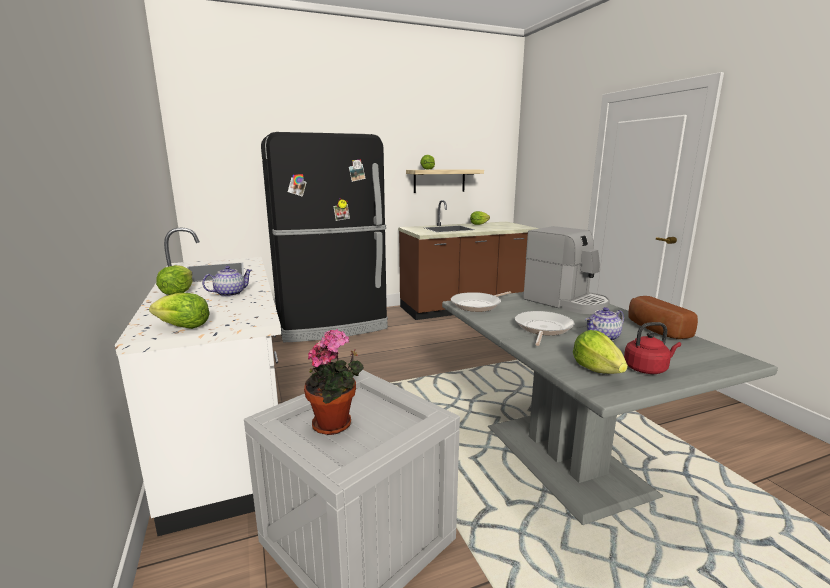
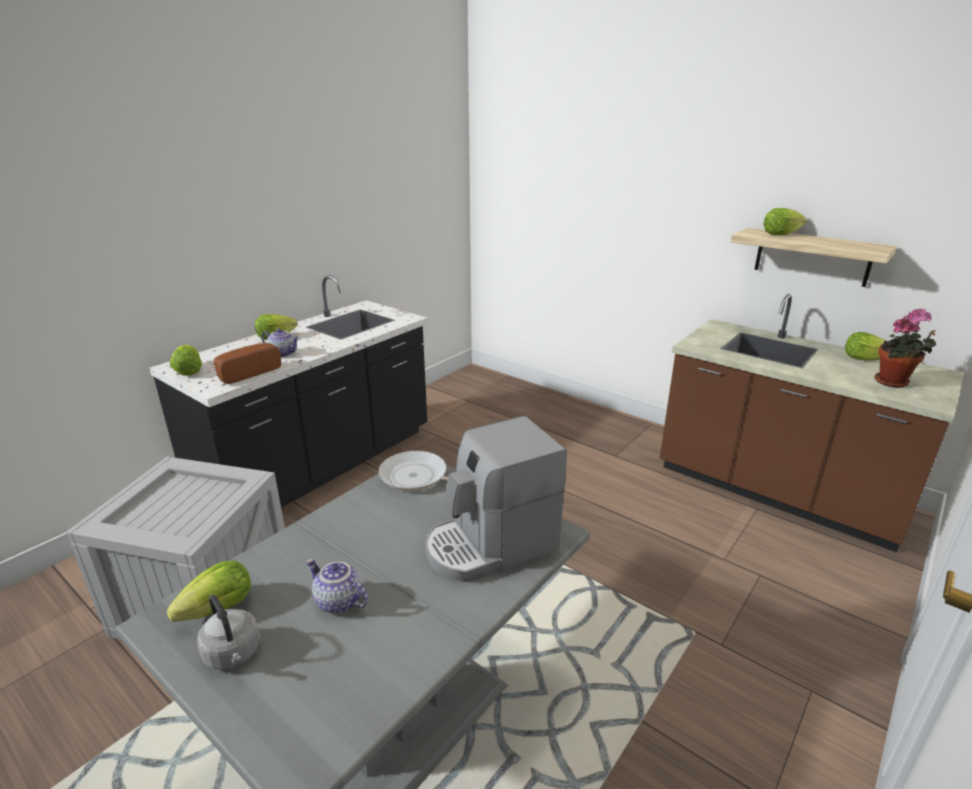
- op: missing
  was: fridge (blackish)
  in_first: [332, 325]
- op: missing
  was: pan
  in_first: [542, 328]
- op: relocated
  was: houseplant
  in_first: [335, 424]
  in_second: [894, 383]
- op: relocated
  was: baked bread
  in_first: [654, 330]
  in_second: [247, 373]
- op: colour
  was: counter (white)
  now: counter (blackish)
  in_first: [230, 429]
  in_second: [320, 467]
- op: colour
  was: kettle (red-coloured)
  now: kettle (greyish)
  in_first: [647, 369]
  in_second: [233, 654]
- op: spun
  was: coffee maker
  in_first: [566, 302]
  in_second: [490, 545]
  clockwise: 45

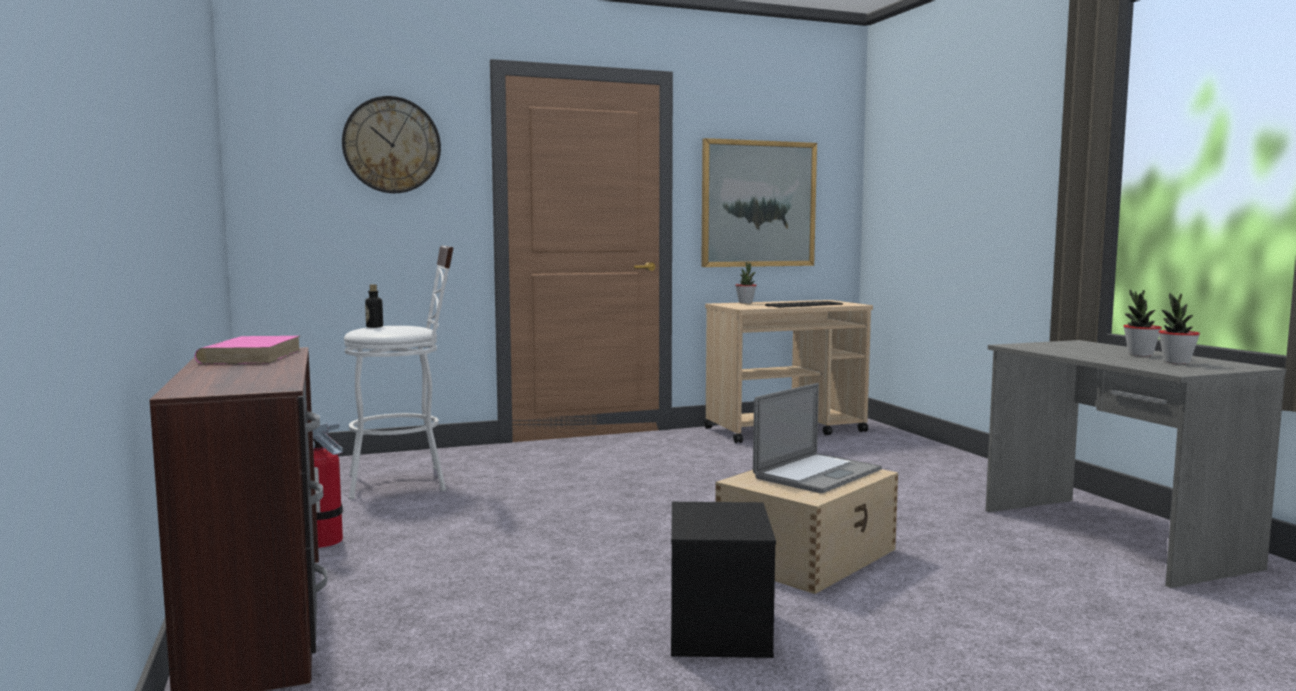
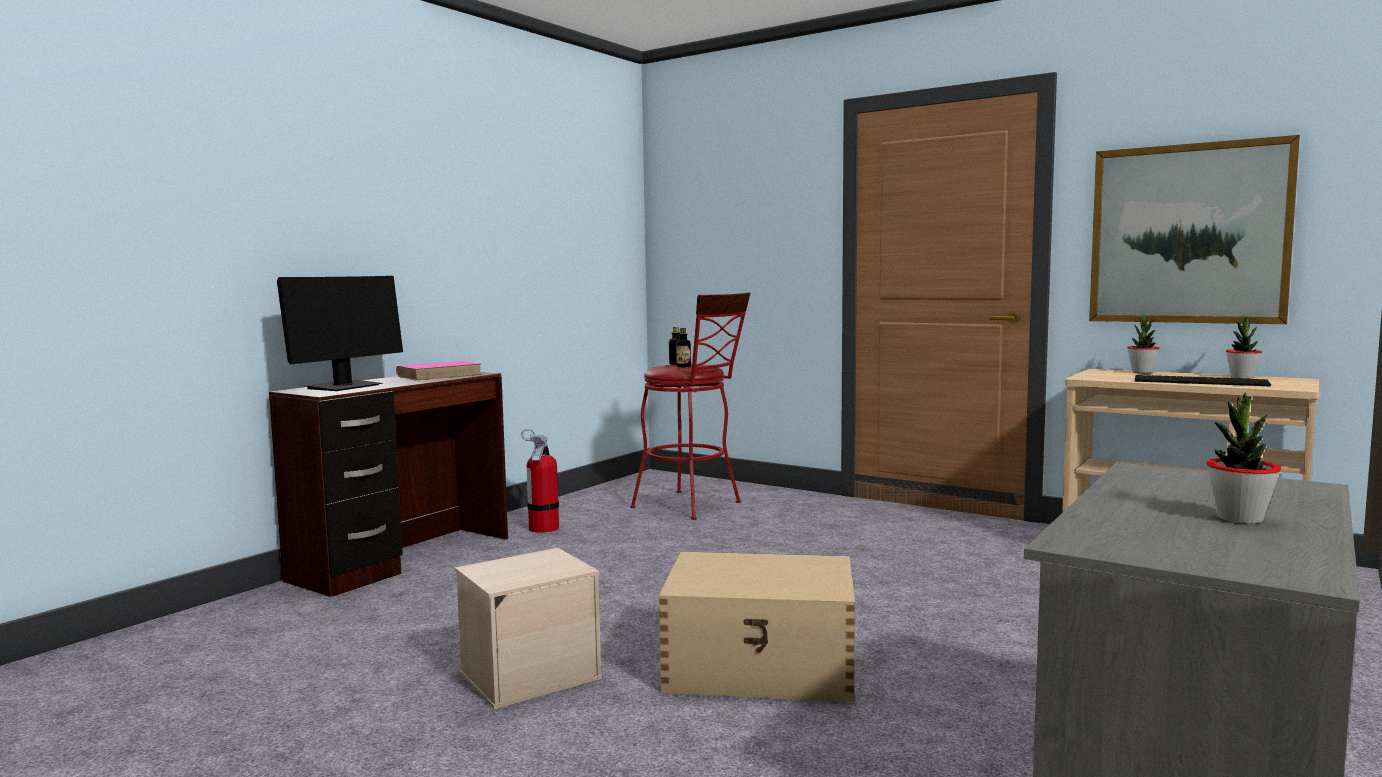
- op: missing
  was: hanging clock
  in_first: [391, 145]
- op: missing
  was: notebook computer
  in_first: [817, 474]
- op: appeared
  now: monitor
  in_second: [344, 387]
- op: appeared
  now: drink bottle
  in_second: [683, 366]
- op: relocated
  was: houseplant
  in_first: [1176, 362]
  in_second: [1242, 377]
- op: colour
  was: stool seat (white)
  now: stool seat (red-coloured)
  in_first: [407, 481]
  in_second: [693, 506]
- op: colour
  was: storage bin (blackish)
  now: storage bin (beige)
  in_first: [717, 628]
  in_second: [531, 674]

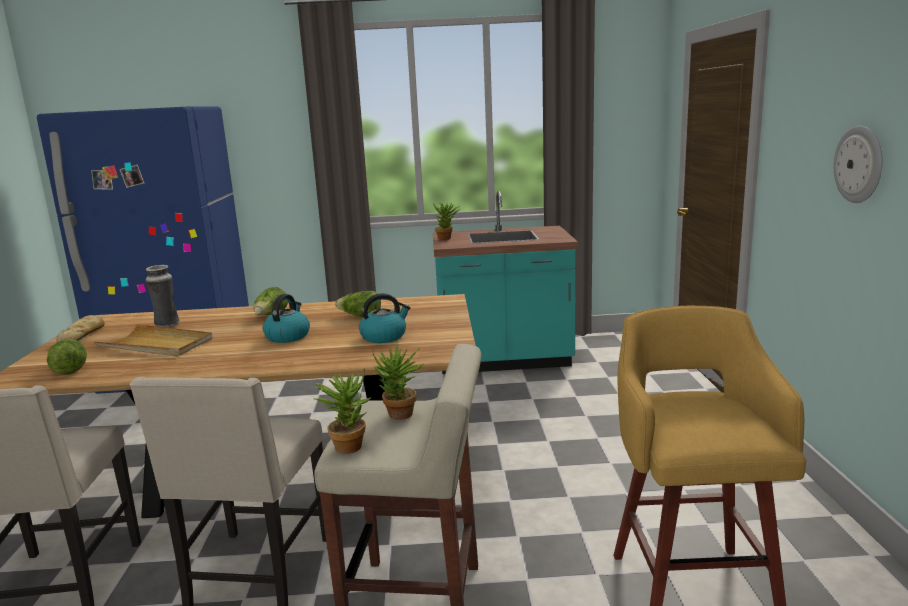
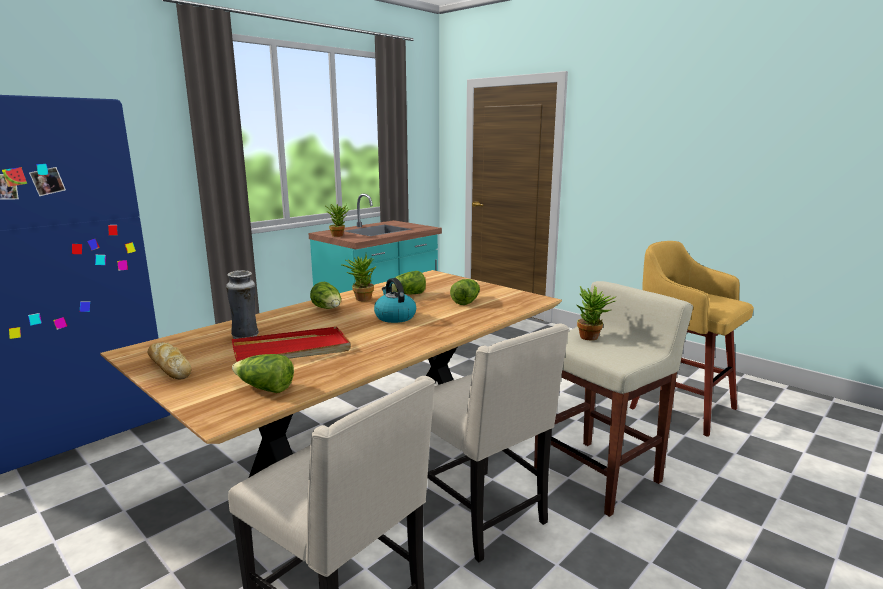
- op: missing
  was: hanging clock
  in_first: [859, 164]
- op: relocated
  was: houseplant
  in_first: [348, 444]
  in_second: [361, 298]
- op: exchanged
  was: kettle
  now: lettuce head
  in_first: [384, 336]
  in_second: [466, 301]
- op: colour
  was: serving tray (beige)
  now: serving tray (red-coloured)
  in_first: [156, 345]
  in_second: [292, 350]

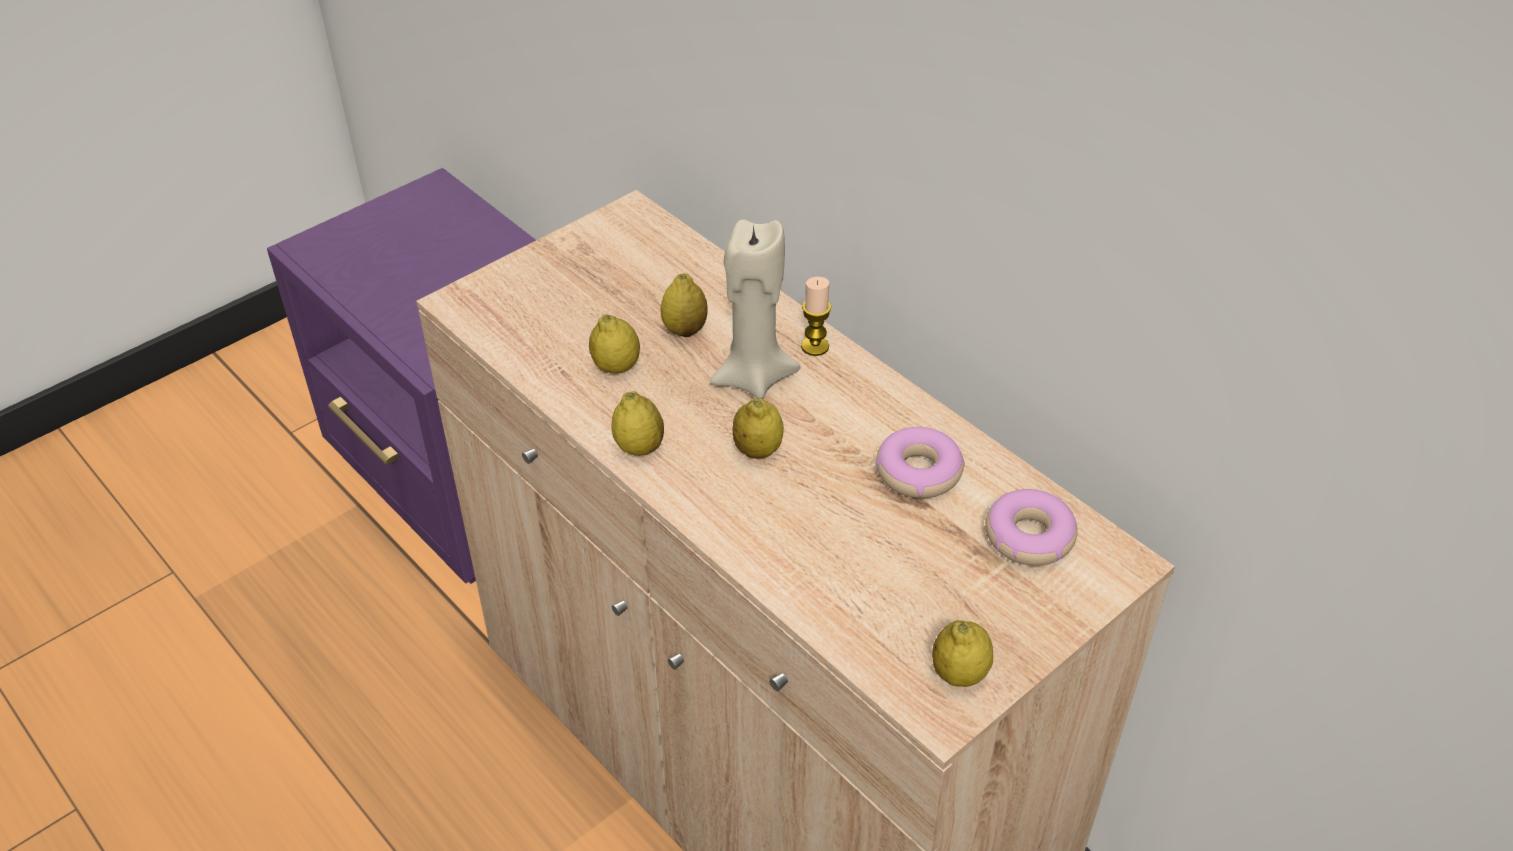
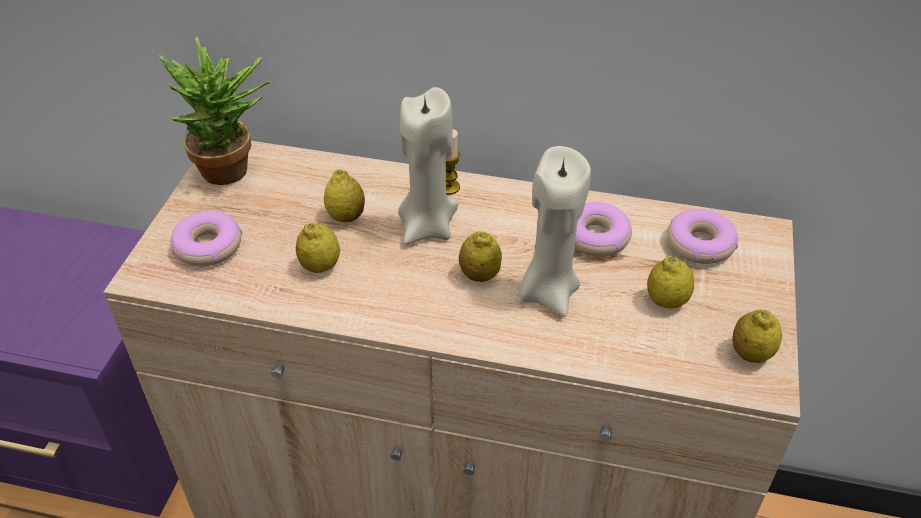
- op: appeared
  now: houseplant
  in_second: [234, 172]
- op: appeared
  now: doughnut
  in_second: [208, 246]
- op: appeared
  now: wax candle (beige)
  in_second: [547, 292]
- op: relocated
  was: citrus fruit
  in_first: [639, 447]
  in_second: [666, 301]

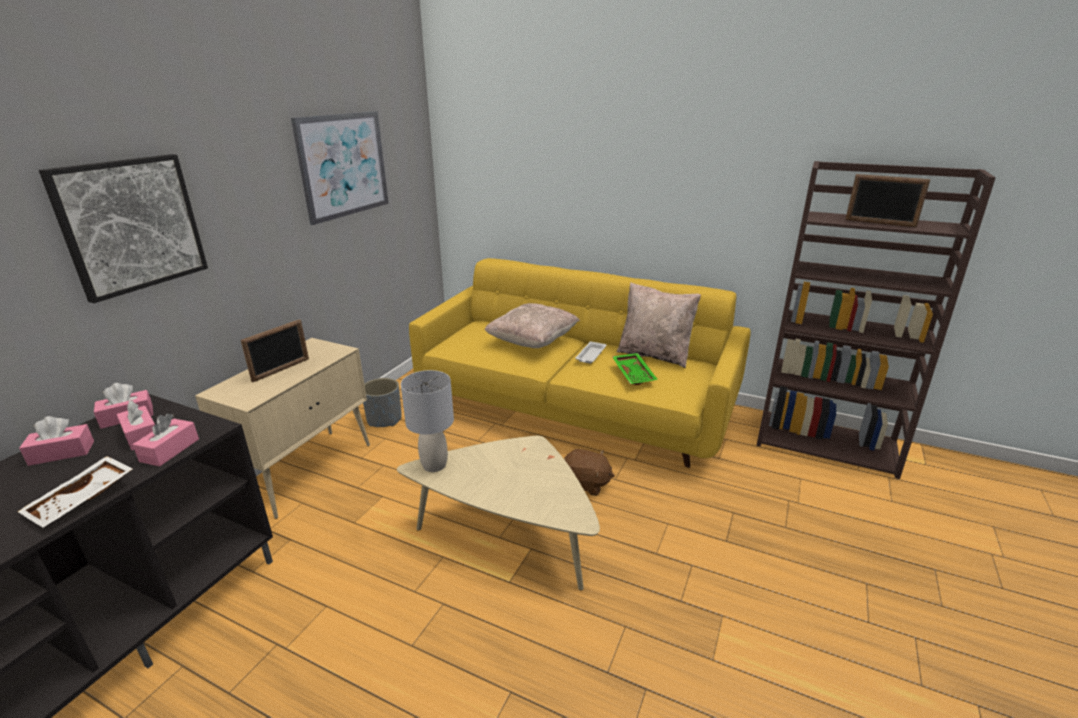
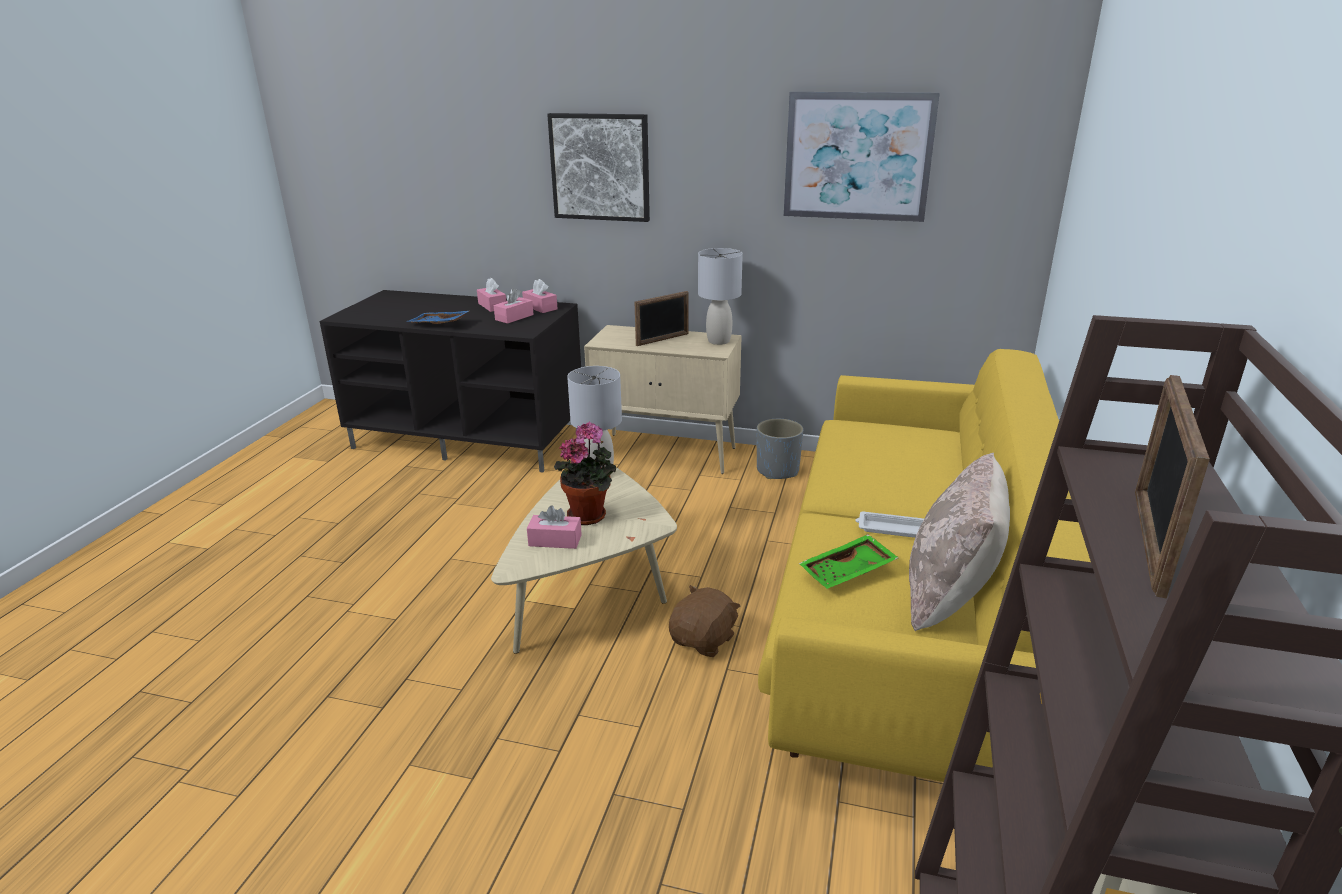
- op: missing
  was: cushion (beige)
  in_first: [532, 342]
- op: appeared
  now: houseplant
  in_second: [590, 515]
- op: appeared
  now: lamp for a table (greyish)
  in_second: [719, 341]
- op: relocated
  was: tissue holder (pink-coloured)
  in_first: [170, 450]
  in_second: [555, 540]
- op: colour
  was: serving tray (white)
  now: serving tray (blue)
  in_first: [83, 500]
  in_second: [438, 324]
- op: spun
  was: standing frame
  in_first: [281, 370]
  in_second: [662, 339]
  clockwise: -60
- op: spun
  was: soft toy (brown)
  in_first: [585, 484]
  in_second: [704, 640]
  clockwise: -150

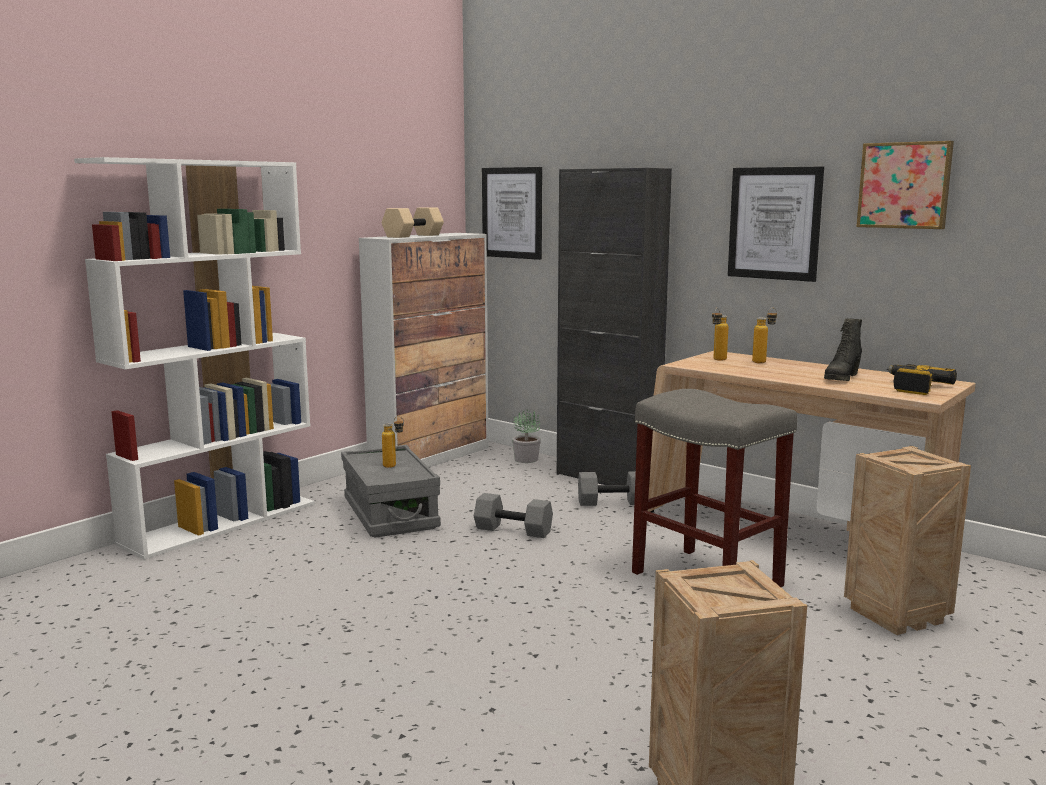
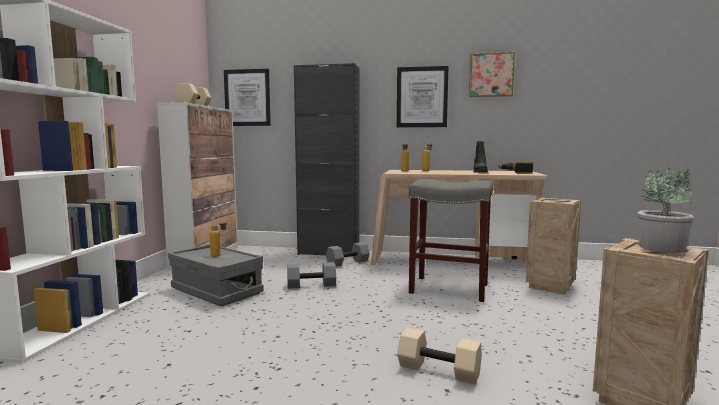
- op: appeared
  now: dumbbell (beige)
  in_second: [440, 370]
- op: relocated
  was: houseplant
  in_first: [527, 459]
  in_second: [661, 248]

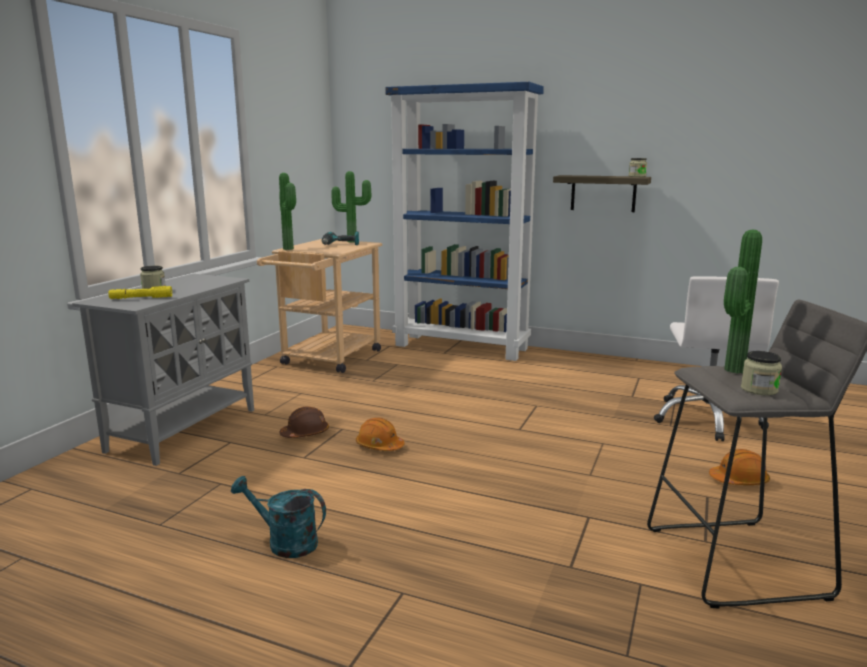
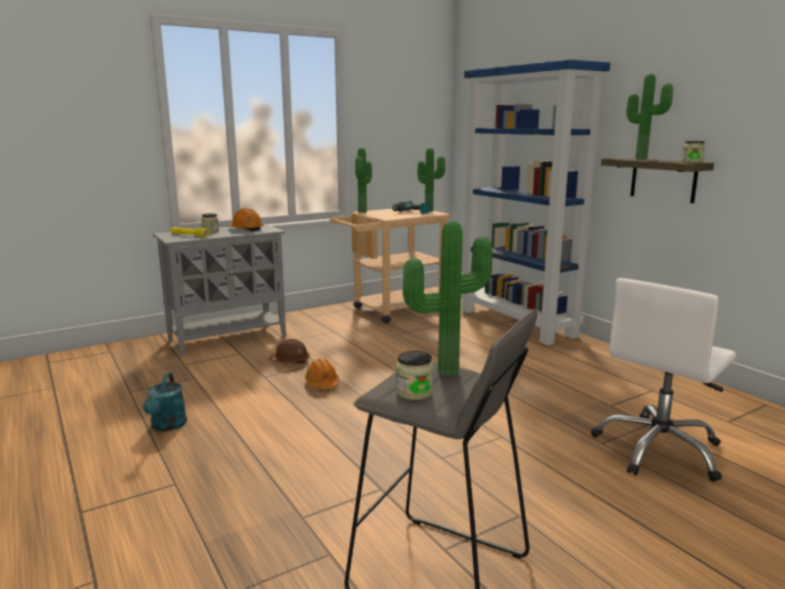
- op: appeared
  now: houseplant
  in_second: [642, 159]
- op: relocated
  was: work helmet (orange-coloured)
  in_first: [739, 480]
  in_second: [246, 229]
- op: spun
  was: watering can (turquoise-coloured)
  in_first: [285, 542]
  in_second: [167, 426]
  clockwise: -150

